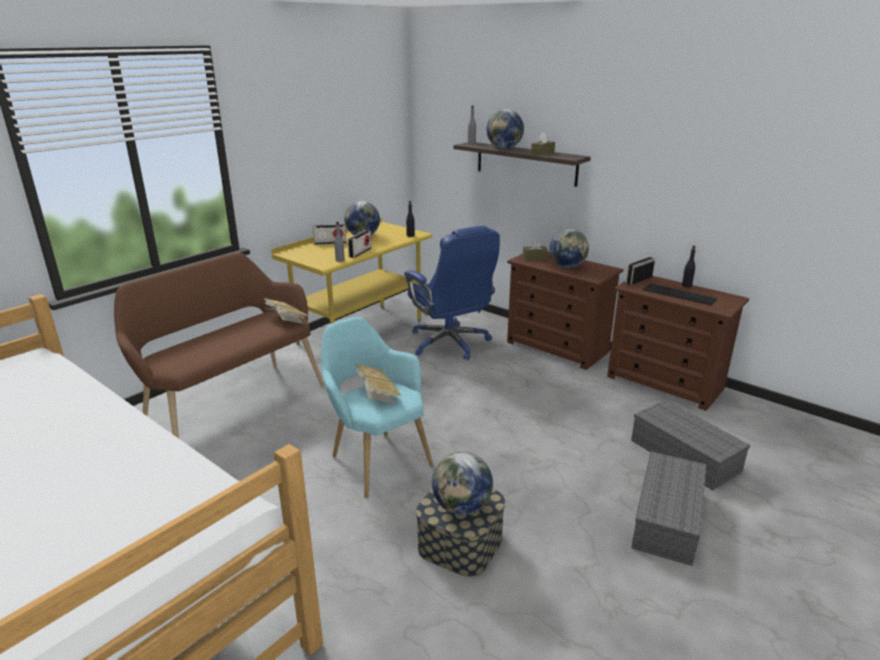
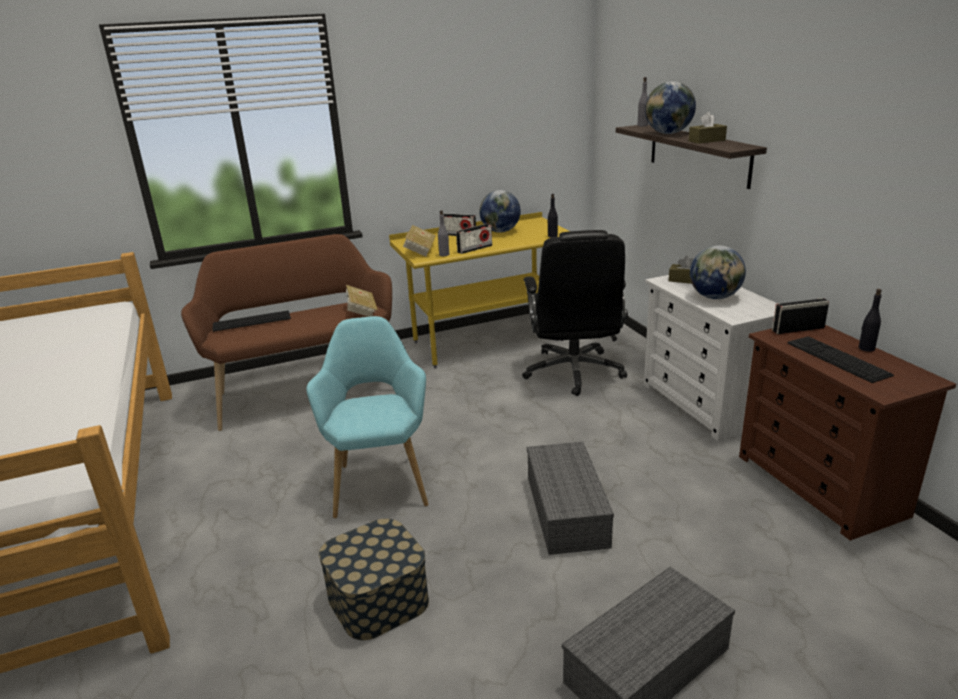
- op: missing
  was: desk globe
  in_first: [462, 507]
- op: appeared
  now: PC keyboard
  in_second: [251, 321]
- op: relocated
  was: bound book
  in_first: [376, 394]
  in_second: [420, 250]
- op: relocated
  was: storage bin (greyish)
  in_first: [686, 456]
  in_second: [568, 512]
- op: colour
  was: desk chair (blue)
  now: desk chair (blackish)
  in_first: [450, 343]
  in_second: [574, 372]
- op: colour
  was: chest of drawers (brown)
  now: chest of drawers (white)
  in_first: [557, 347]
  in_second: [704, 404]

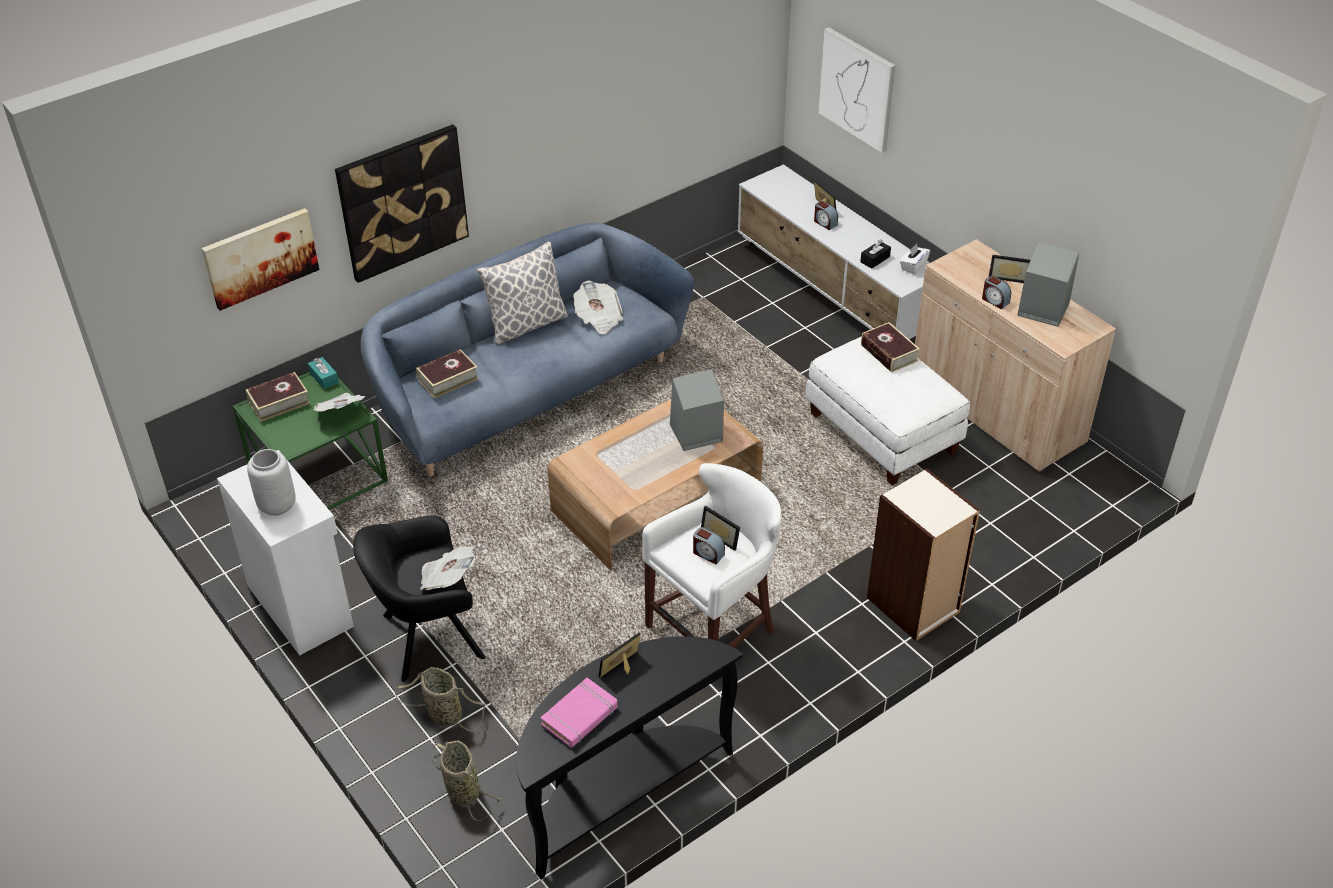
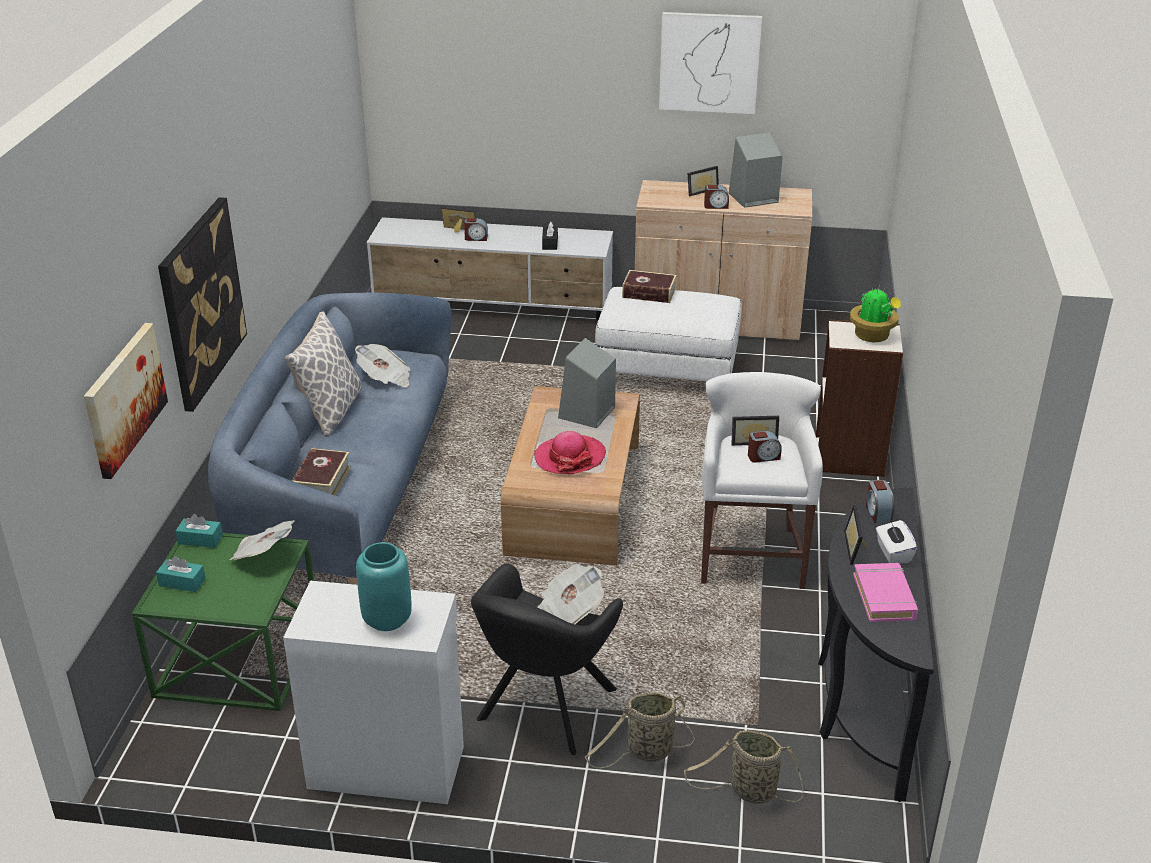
- op: appeared
  now: hat
  in_second: [570, 457]
- op: appeared
  now: houseplant
  in_second: [872, 336]
- op: appeared
  now: bedside clock
  in_second: [878, 512]
- op: relocated
  was: picture
  in_first: [857, 89]
  in_second: [709, 62]
- op: relocated
  was: tissue holder (white)
  in_first: [913, 266]
  in_second: [893, 553]
- op: exchanged
  was: bound book
  now: tissue holder (turquoise-coloured)
  in_first: [279, 402]
  in_second: [182, 582]
- op: colour
  was: vase (greyish)
  now: vase (turquoise-coloured)
  in_first: [276, 505]
  in_second: [386, 619]

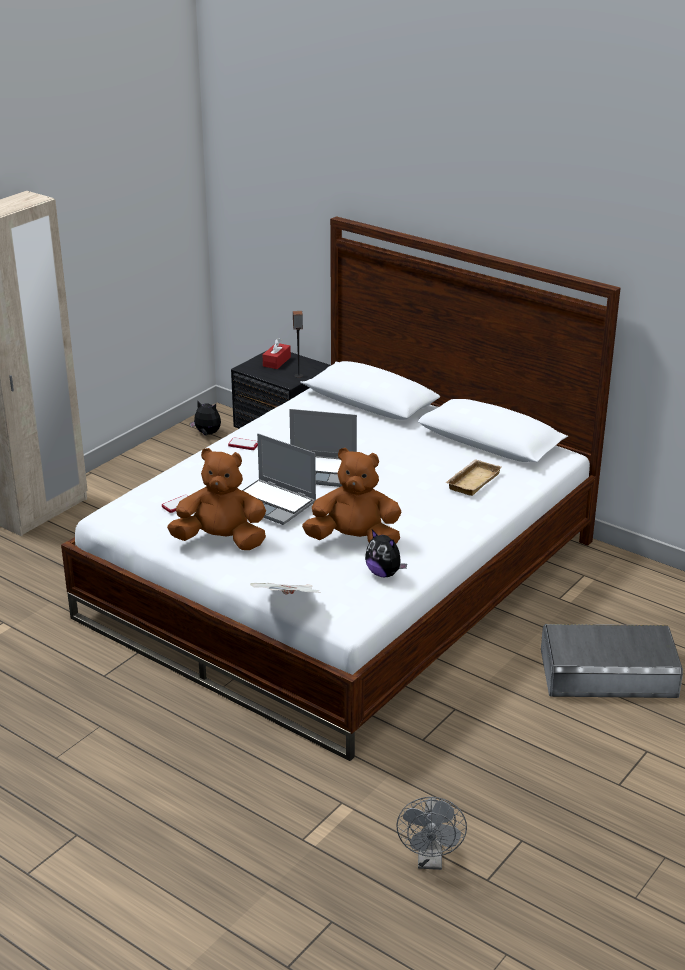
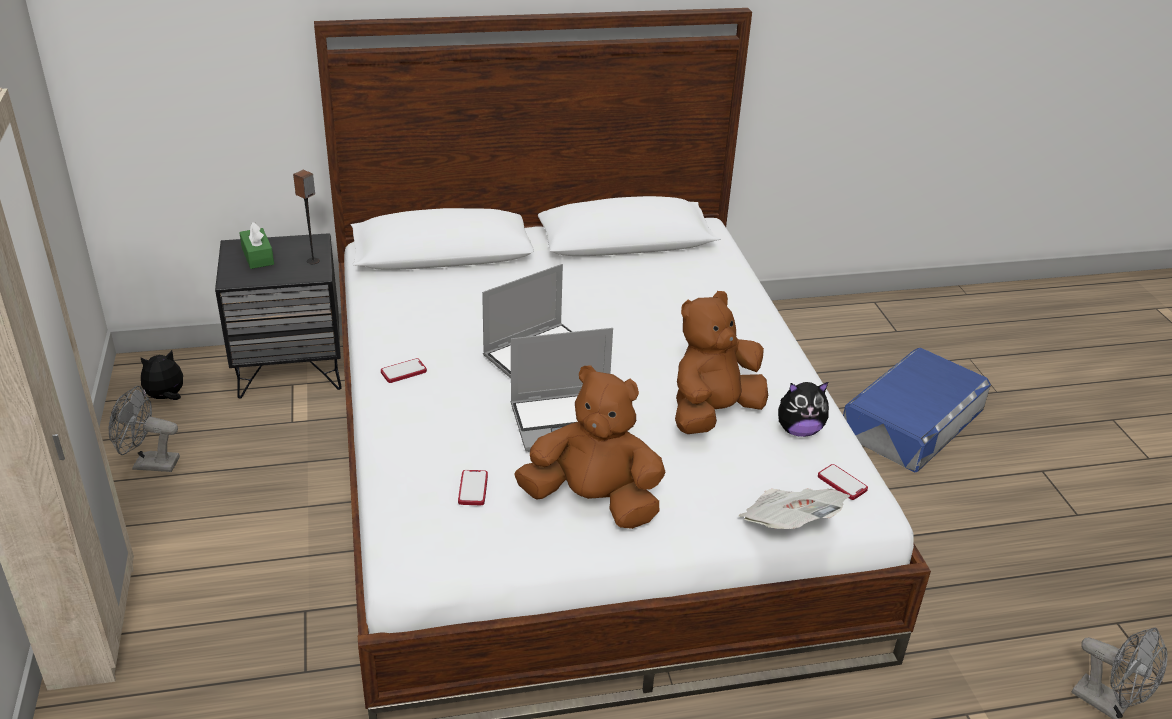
- op: missing
  was: serving tray (beige)
  in_first: [472, 480]
- op: appeared
  now: cooling fan (greyish)
  in_second: [149, 464]
- op: appeared
  now: phone
  in_second: [842, 483]
- op: colour
  was: tissue holder (red-coloured)
  now: tissue holder (green-coloured)
  in_first: [276, 362]
  in_second: [257, 256]
- op: colour
  was: storage bin (greyish)
  now: storage bin (blue)
  in_first: [608, 672]
  in_second: [912, 420]
- op: spun
  was: soft toy (brown)
  in_first: [221, 541]
  in_second: [593, 502]
  clockwise: 60

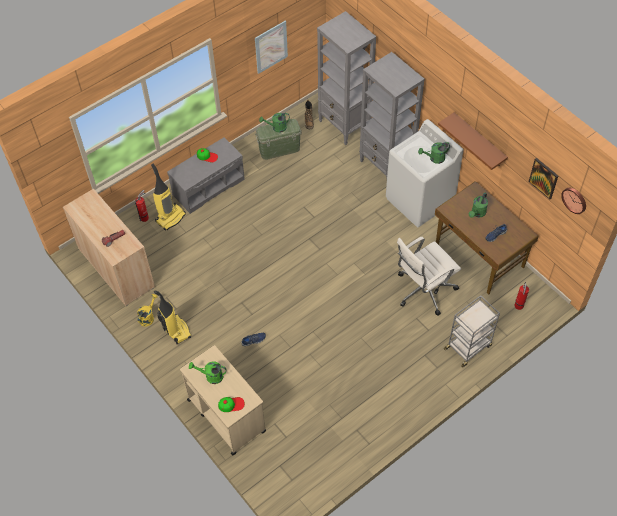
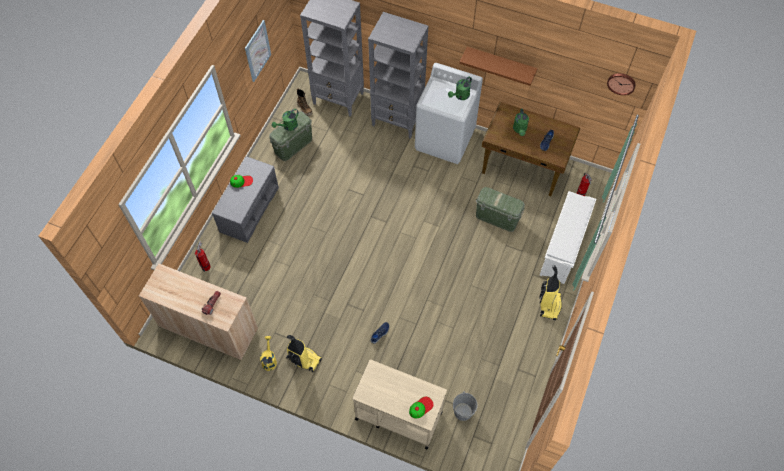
- op: missing
  was: watering can (green-coloured)
  in_first: [211, 376]
- op: missing
  was: picture
  in_first: [543, 178]
- op: appeared
  now: water bucket (greyish)
  in_second: [463, 412]
- op: relocated
  was: vacuum
  in_first: [170, 217]
  in_second: [549, 304]
- op: exchanged
  was: desk chair (white)
  now: storage bin (green-coloured)
  in_first: [423, 290]
  in_second: [497, 218]
- op: exchanged
  was: wheeled cart (greyish)
  now: shoe shelf (white)
  in_first: [468, 346]
  in_second: [562, 249]

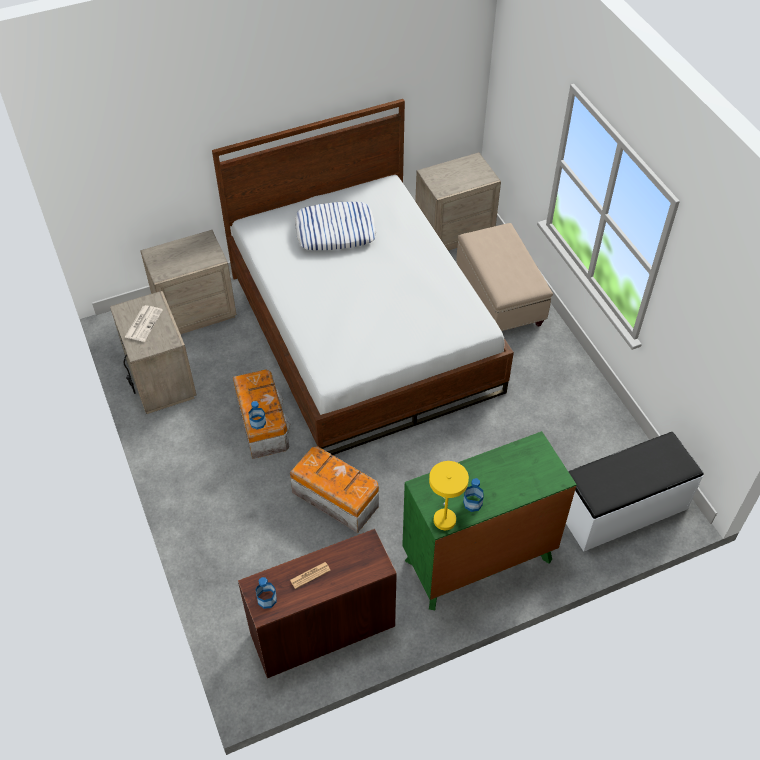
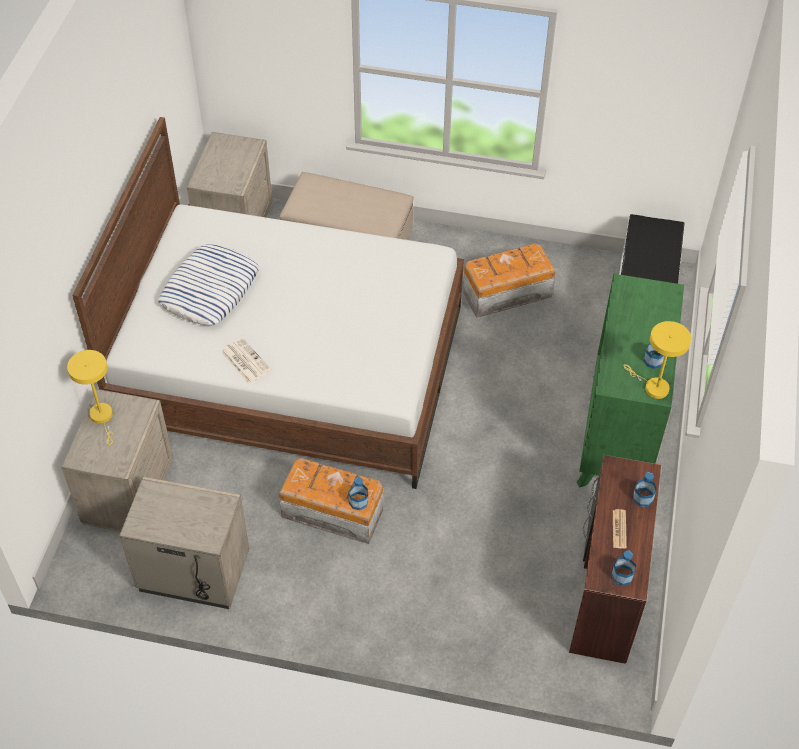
- op: appeared
  now: lamp for a table (yellowish)
  in_second: [102, 417]
- op: appeared
  now: drink bottle
  in_second: [642, 498]
- op: relocated
  was: printed paper
  in_first: [144, 323]
  in_second: [245, 361]
- op: relocated
  was: storage bin
  in_first: [335, 498]
  in_second: [505, 293]

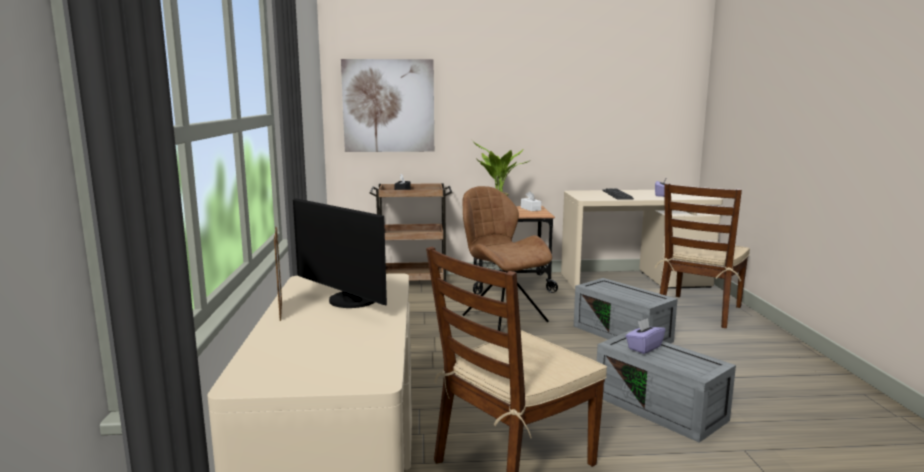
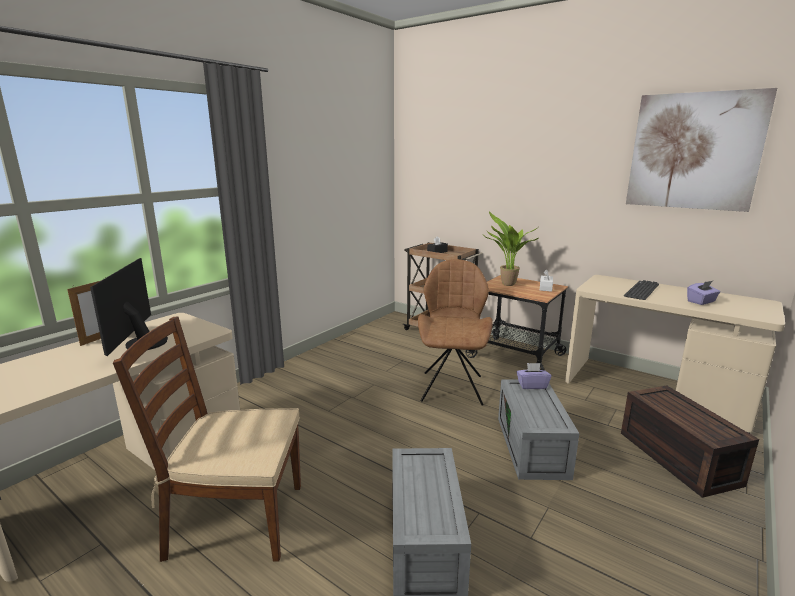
- op: relocated
  was: picture
  in_first: [388, 106]
  in_second: [694, 151]
- op: relocated
  was: tissue holder (purplish)
  in_first: [644, 347]
  in_second: [532, 385]
- op: exchanged
  was: chair (brown)
  now: storage bin (brown)
  in_first: [699, 311]
  in_second: [675, 457]

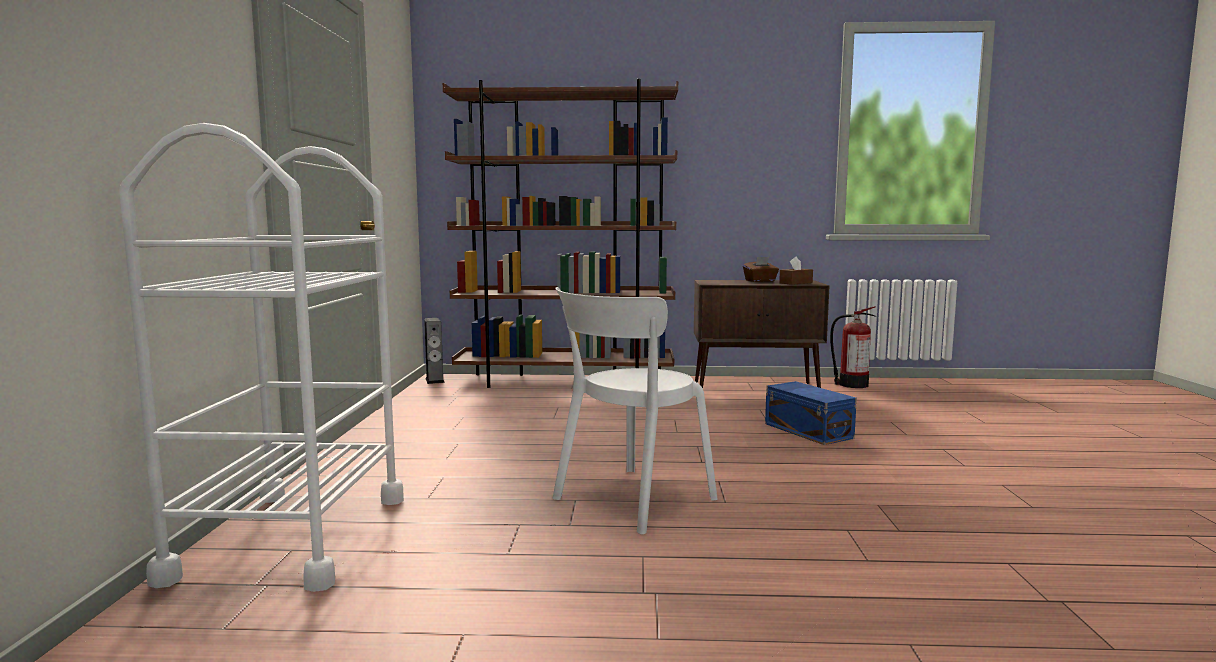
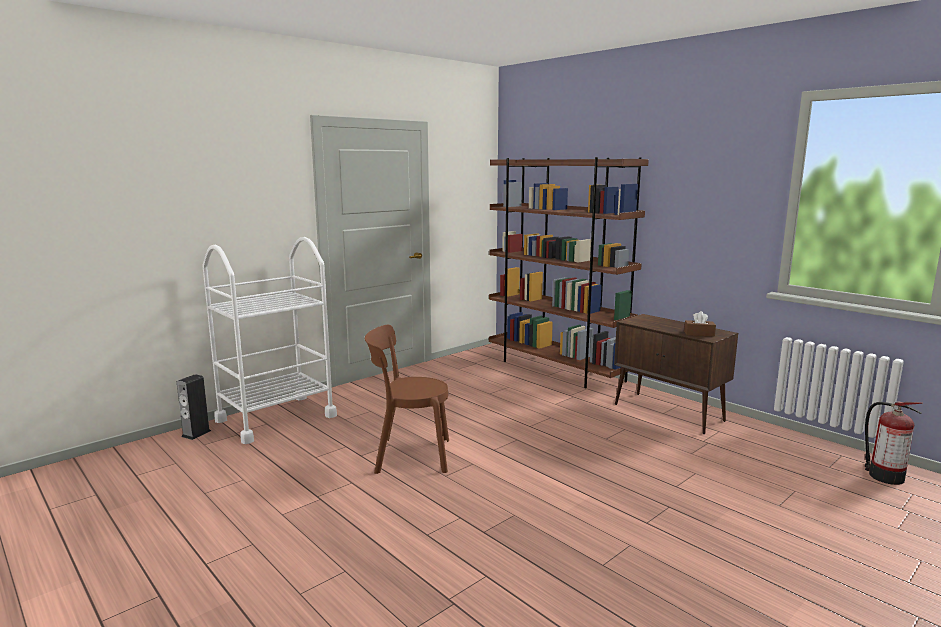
- op: missing
  was: tissue holder (brown)
  in_first: [760, 281]
- op: missing
  was: storage bin (blue)
  in_first: [808, 430]
- op: relocated
  was: audio speaker
  in_first: [434, 380]
  in_second: [196, 433]
- op: relocated
  was: extinguisher
  in_first: [851, 384]
  in_second: [884, 476]
- op: colour
  was: chair (white)
  now: chair (brown)
  in_first: [629, 500]
  in_second: [408, 455]

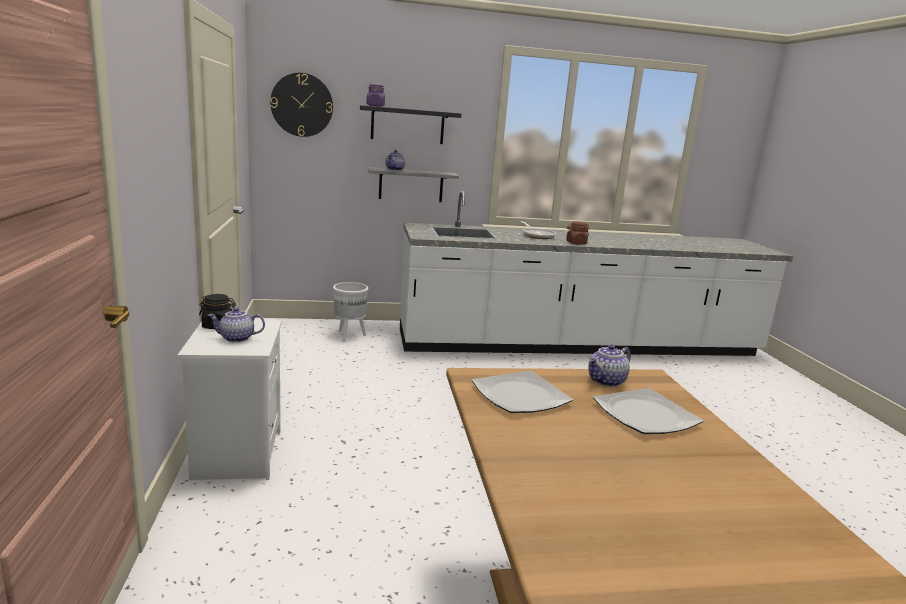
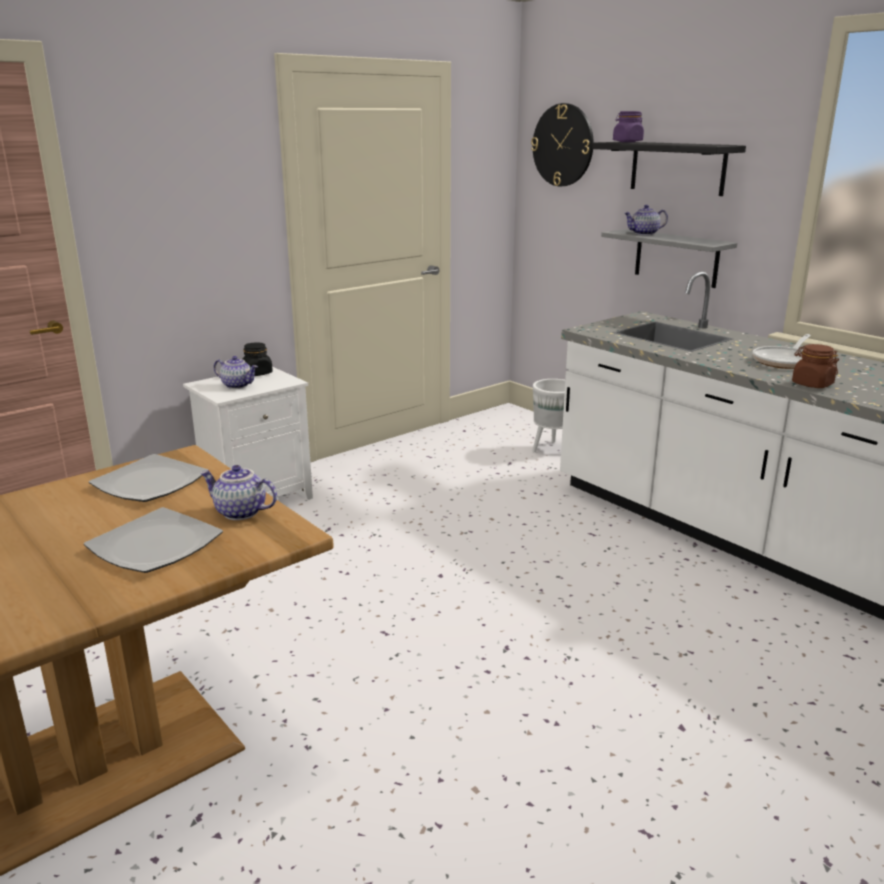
- op: spun
  was: tea pot
  in_first: [236, 338]
  in_second: [238, 385]
  clockwise: 150

